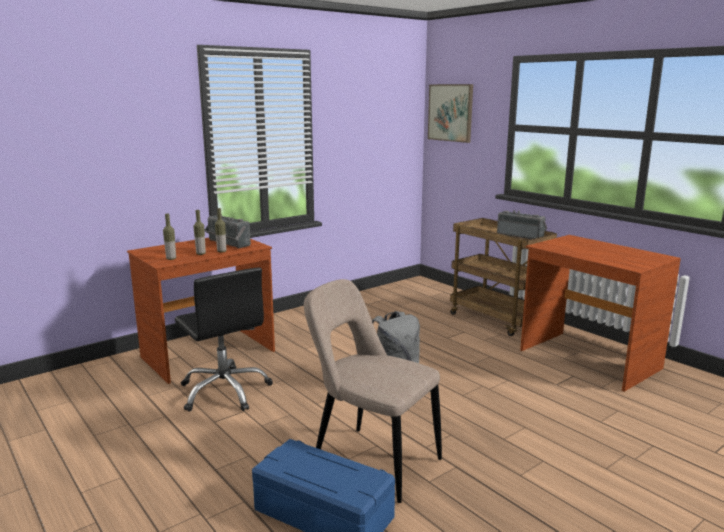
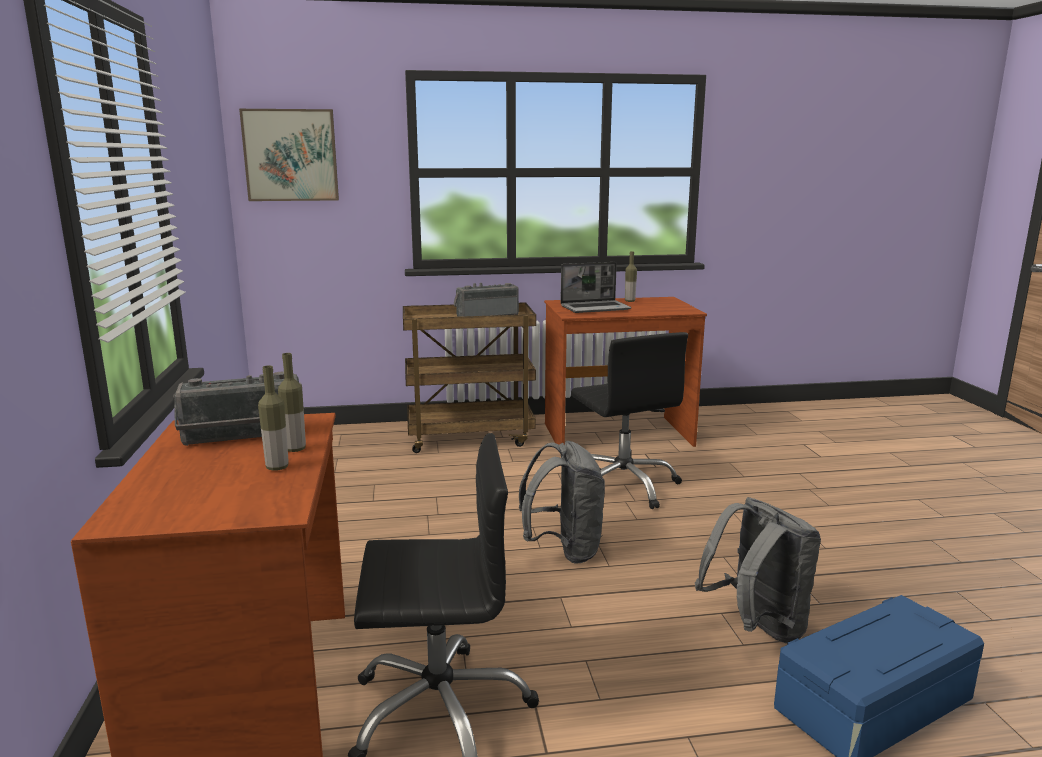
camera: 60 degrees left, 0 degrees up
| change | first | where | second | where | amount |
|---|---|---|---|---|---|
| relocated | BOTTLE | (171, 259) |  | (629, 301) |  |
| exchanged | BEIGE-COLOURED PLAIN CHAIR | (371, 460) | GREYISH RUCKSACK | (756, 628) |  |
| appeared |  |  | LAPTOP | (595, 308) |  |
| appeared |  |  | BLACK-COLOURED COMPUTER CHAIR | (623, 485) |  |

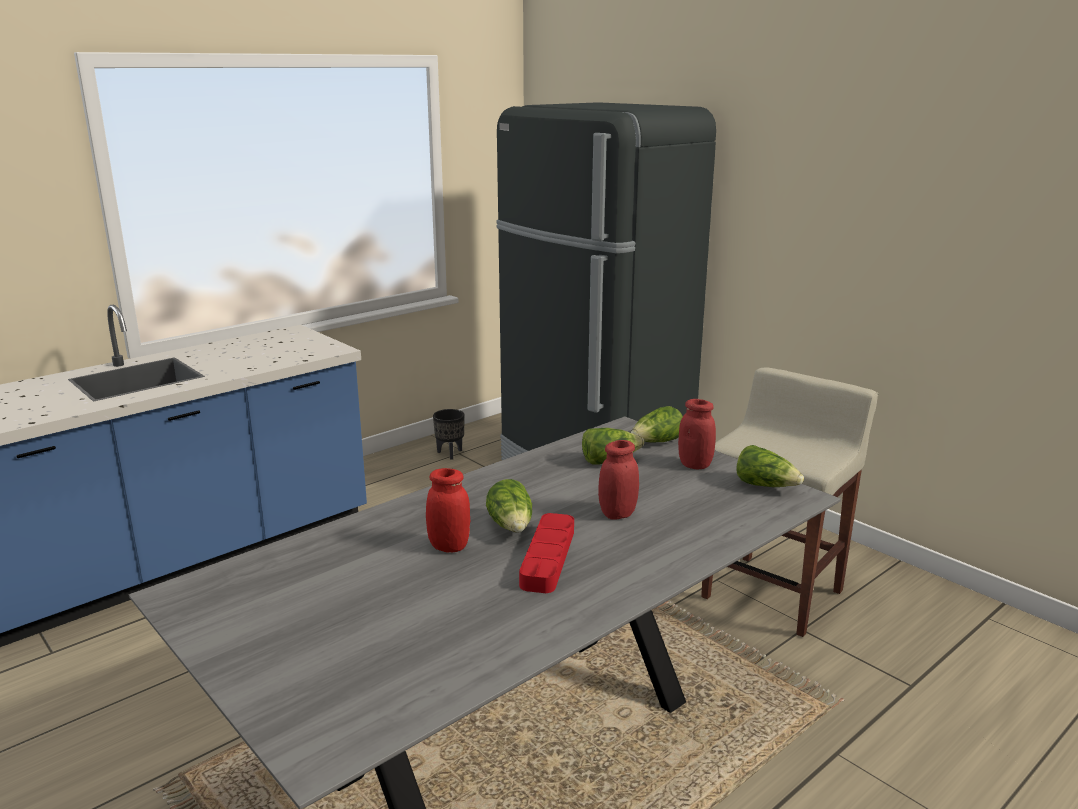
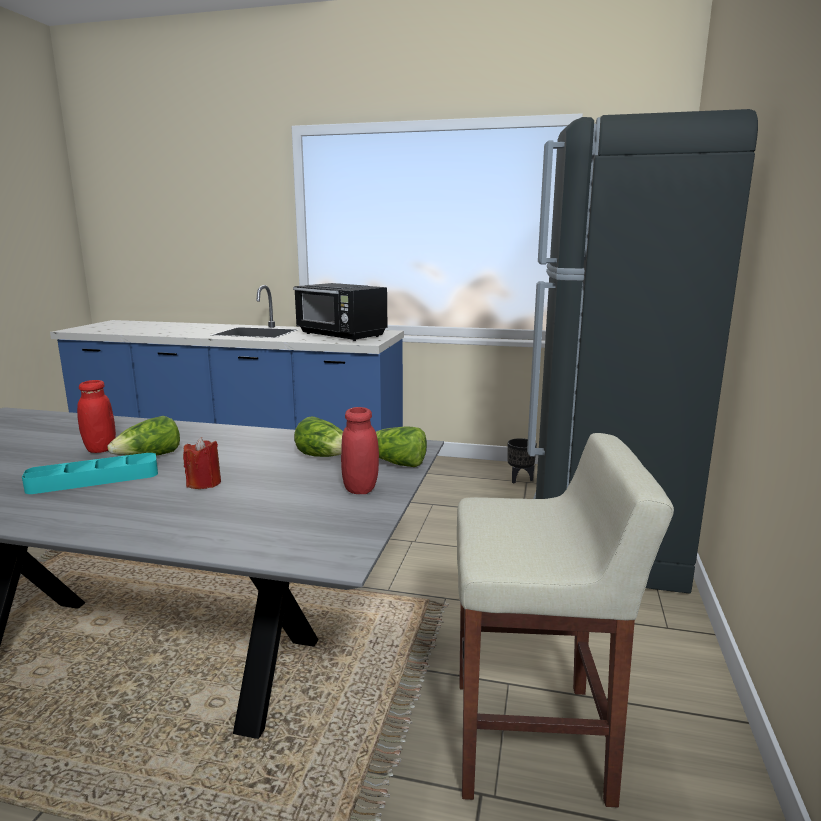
camera: 55 degrees right, 5 degrees down
| change | first | where | second | where | amount |
|---|---|---|---|---|---|
| colour | RED-COLOURED CARRYING TRAY | (548, 558) | TURQUOISE-COLOURED CARRYING TRAY | (94, 479) |  |
| exchanged | RED-COLOURED PRESERVE JAR | (618, 514) | RED-COLOURED CANDLE | (204, 483) |  |
| missing | LETTUCE | (766, 486) |  |  |  |
| appeared |  |  | BLACK-COLOURED MICROWAVE | (341, 335) |  |

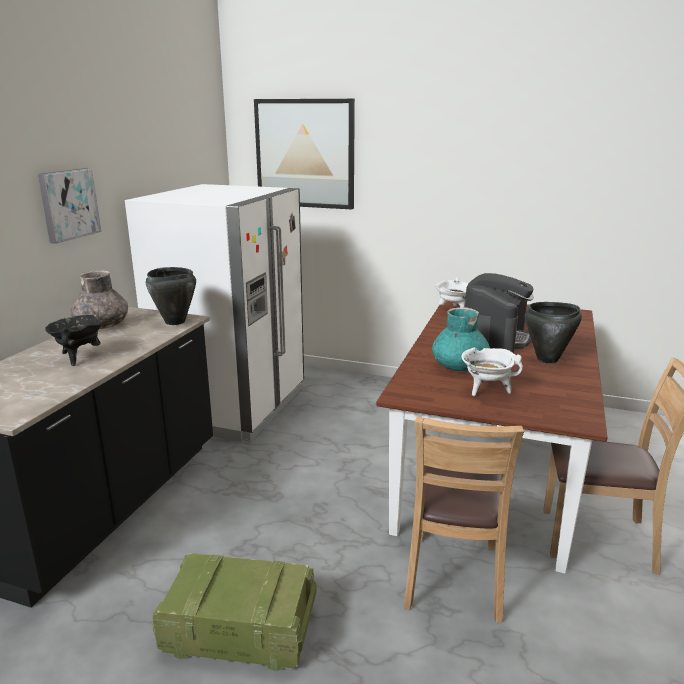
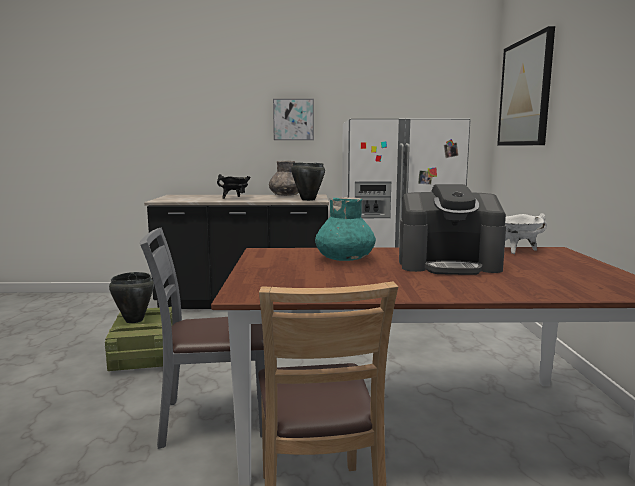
camera: 70 degrees right, 10 degrees down
| change | first | where | second | where | amount |
|---|---|---|---|---|---|
| colour | BROWN-COLOURED PLAIN CHAIR | (453, 577) | GREYISH PLAIN CHAIR | (213, 419) |  |
| missing | WHITE-COLOURED COOKING POT | (487, 390) |  |  |  |
| relocated | BLACK-COLOURED COOKING POT | (548, 359) |  | (134, 320) |  |

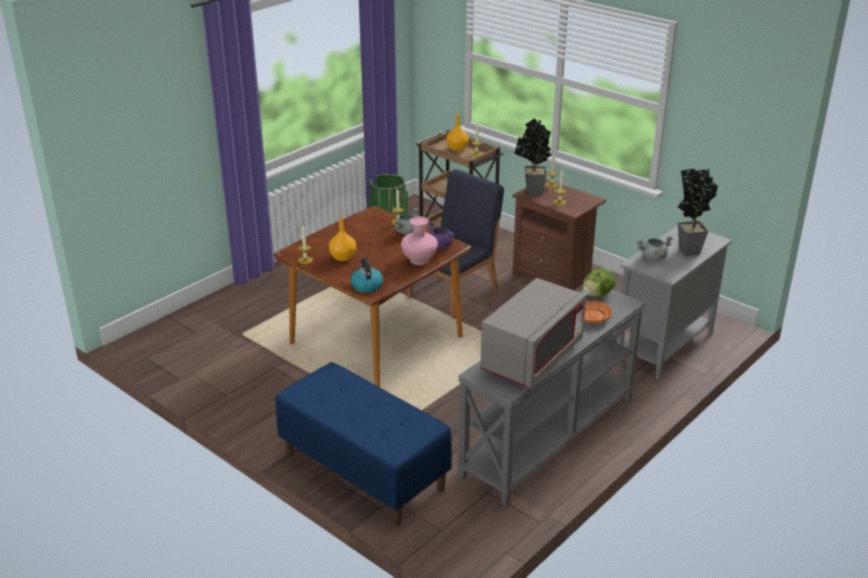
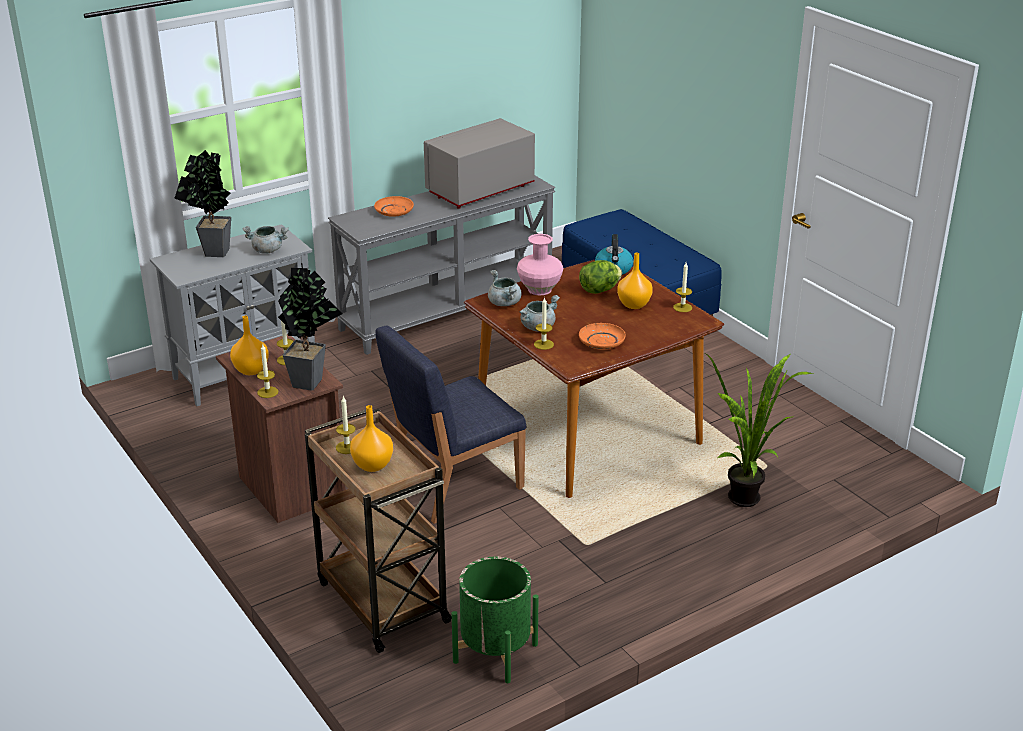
camera: 165 degrees left, 0 degrees up
| change | first | where | second | where | amount |
|---|---|---|---|---|---|
| colour | PURPLISH COOKING POT | (440, 246) | GREYISH COOKING POT | (505, 303) |  |
| relocated | LETTUCE | (597, 295) |  | (599, 290) |  |
| appeared |  |  | ORANGEY FLOWER VASE | (251, 370) |  |
| appeared |  |  | ORANGEY DINNER PLATE | (601, 342) |  |
| appeared |  |  | POTTED PLANT | (747, 503) |  |

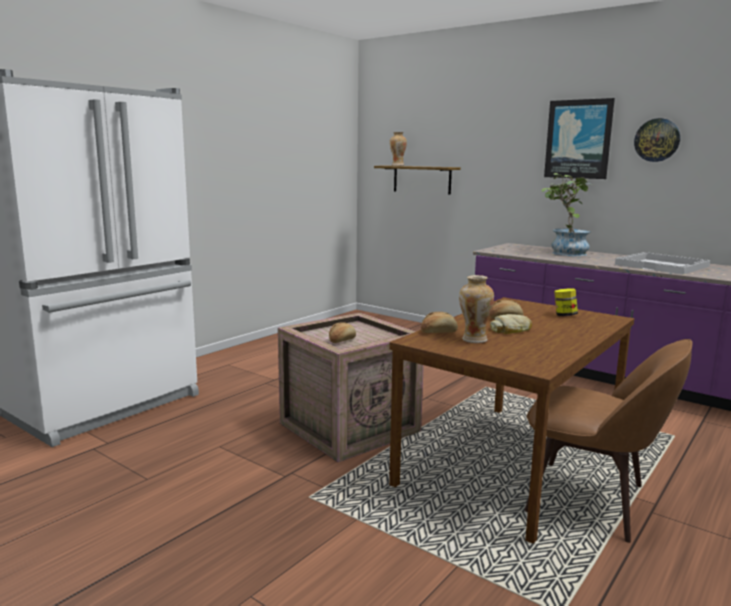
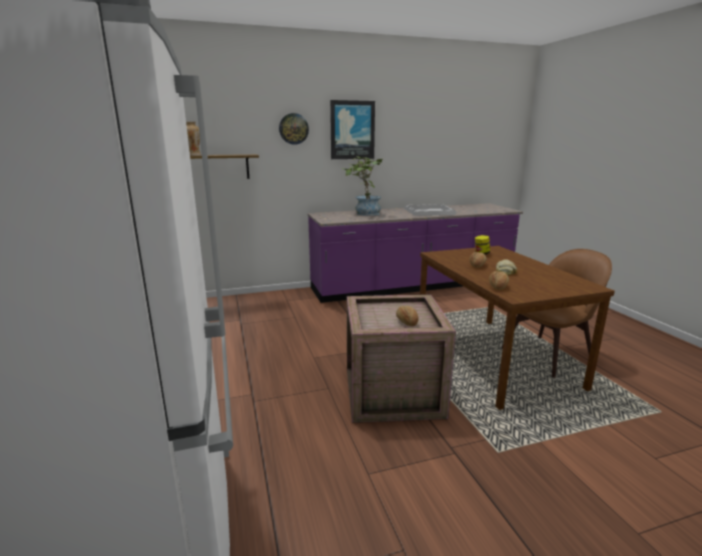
camera: 55 degrees left, 5 degrees up
| change | first | where | second | where | amount |
|---|---|---|---|---|---|
| missing | FLOWER VASE | (473, 339) |  |  |  |
| relocated | HANGING CLOCK | (657, 140) |  | (293, 129) |  |

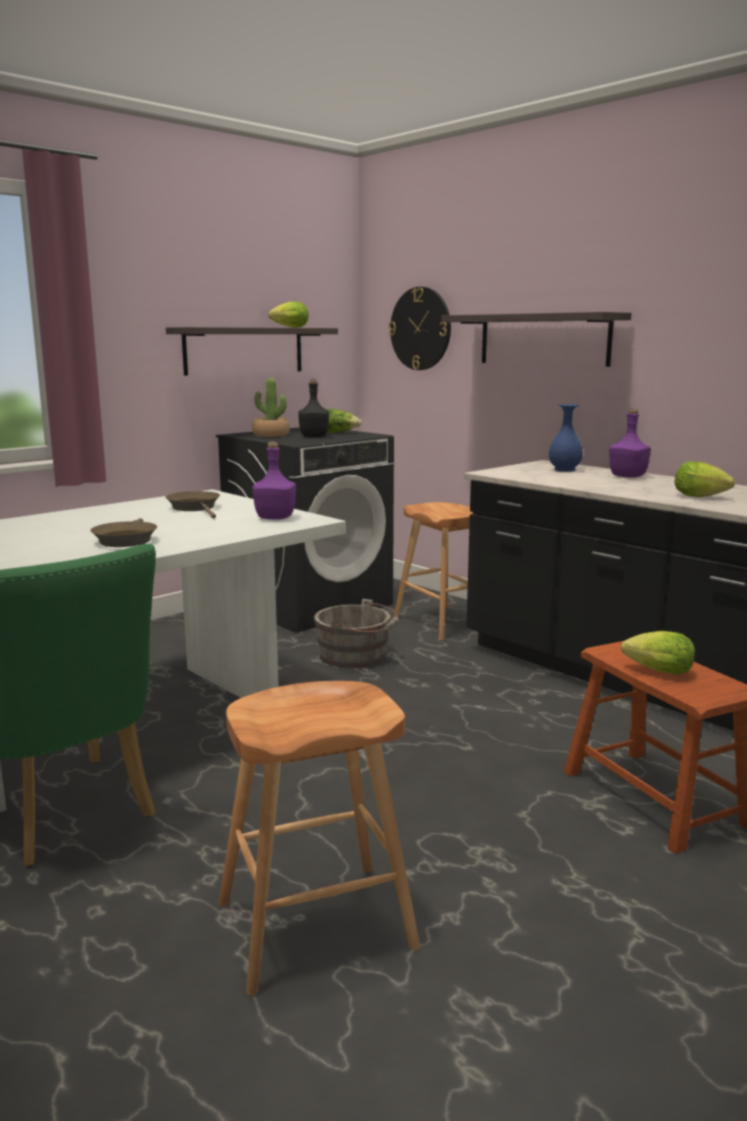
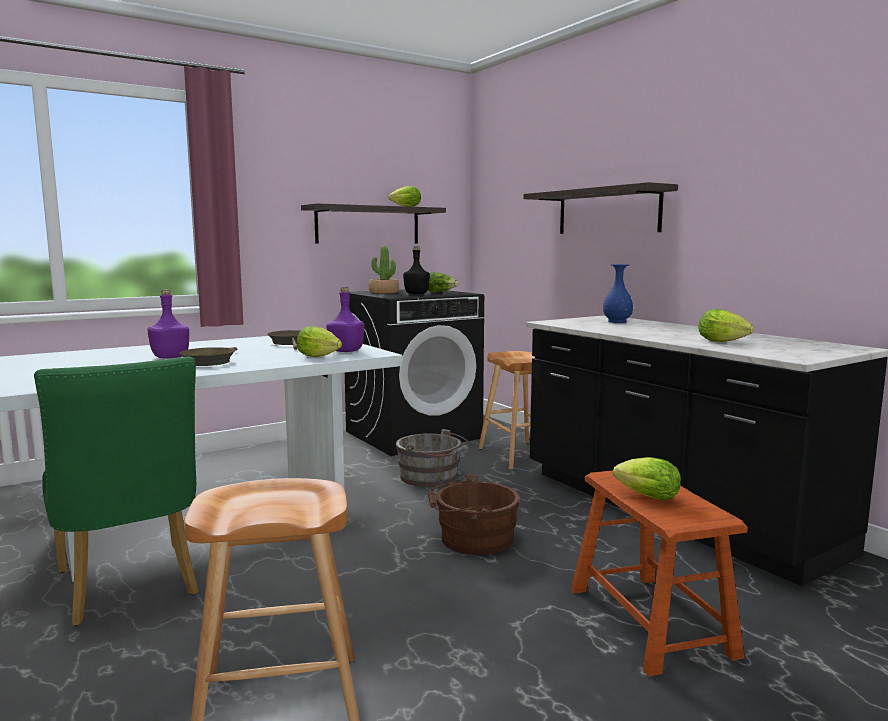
camera: 10 degrees right, 5 degrees down
| change | first | where | second | where | amount |
|---|---|---|---|---|---|
| missing | HANGING CLOCK | (420, 329) |  |  |  |
| relocated | PURPLISH BOTTLE | (627, 476) |  | (169, 357) |  |
| appeared |  |  | LETTUCE | (320, 357) |  |
| appeared |  |  | BROWN-COLOURED BUCKET | (472, 539) |  |

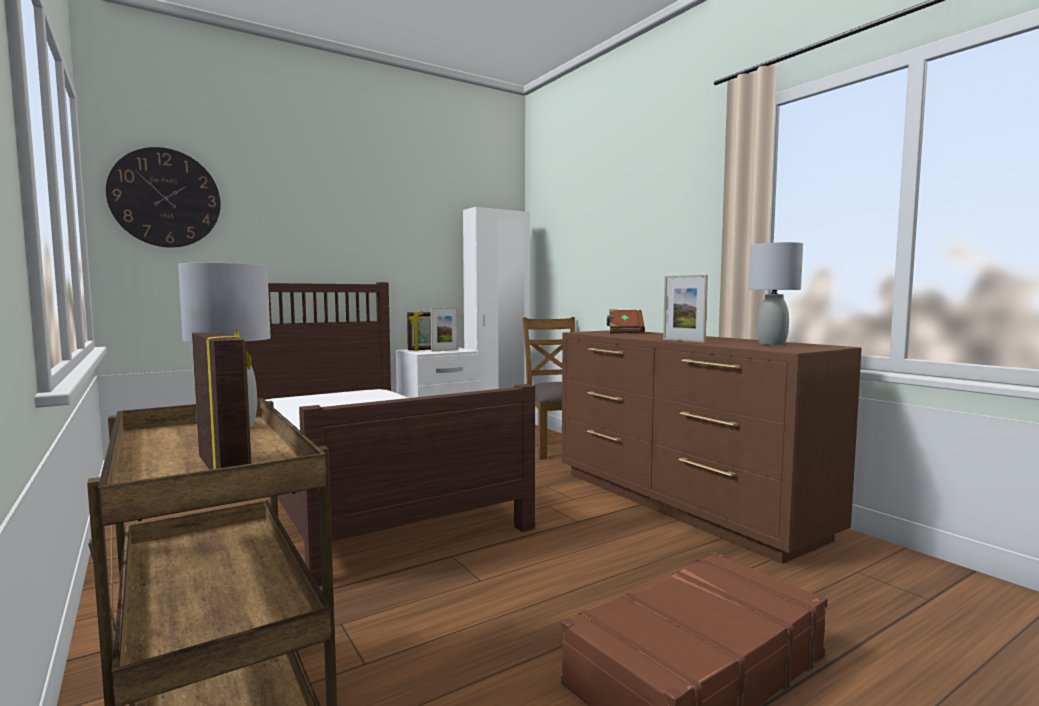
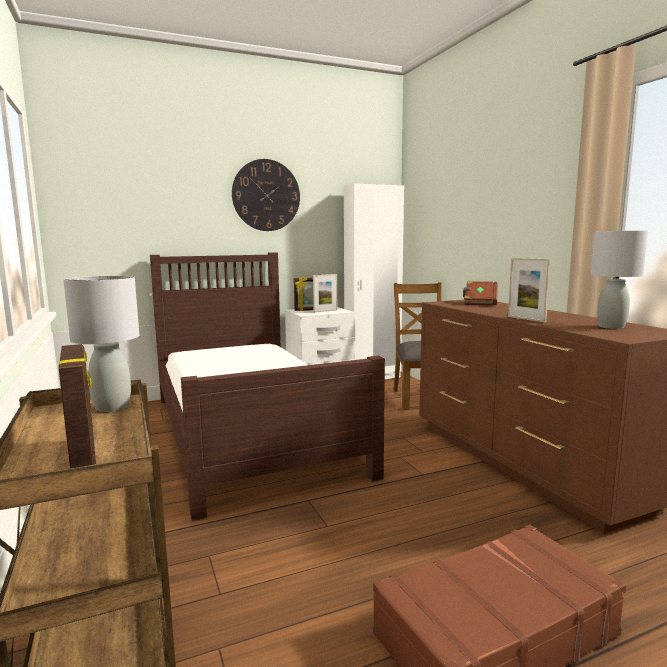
camera: 10 degrees right, 5 degrees up
| change | first | where | second | where | amount |
|---|---|---|---|---|---|
| relocated | HANGING CLOCK | (165, 198) |  | (266, 195) |  |

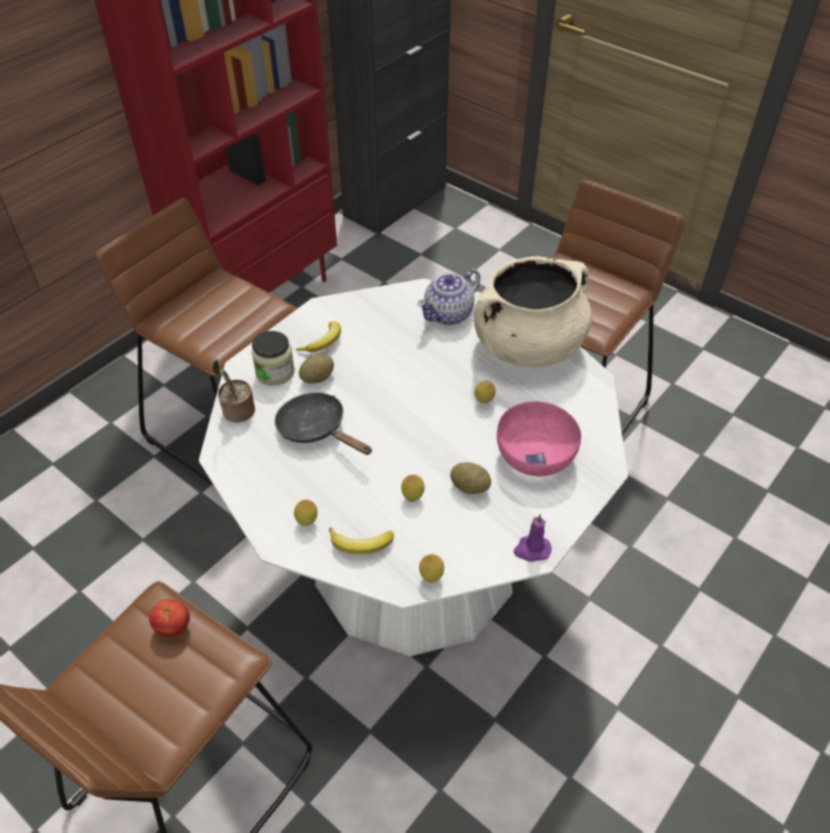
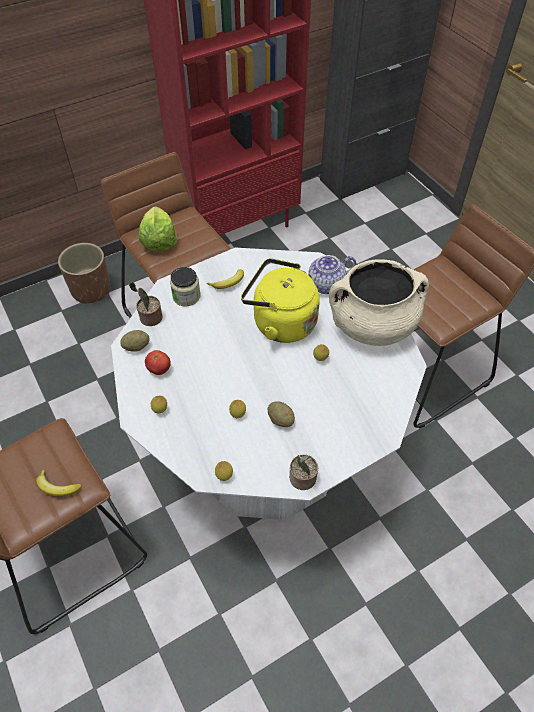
camera: 20 degrees right, 5 degrees up
| change | first | where | second | where | amount |
|---|---|---|---|---|---|
| relocated | TOMATO | (173, 626) |  | (159, 369) |  |
| missing | BLACK-COLOURED FRYING PAN | (317, 429) |  |  |  |
| relocated | SPUD | (317, 378) |  | (136, 347) |  |
| relocated | BANANA FRUIT | (360, 545) |  | (57, 487) |  |
| missing | PINK DEEP DISH | (536, 456) |  |  |  |
| exchanged | PURPLISH CANDLE | (531, 549) | POTTED PLANT | (302, 479) |  |
| appeared |  |  | BROWN-COLOURED PLANT POT | (90, 290) |  |
| appeared |  |  | LETTUCE | (158, 240) |  |
| appeared |  |  | YELLOW-COLOURED WATER KETTLE | (280, 322) |  |

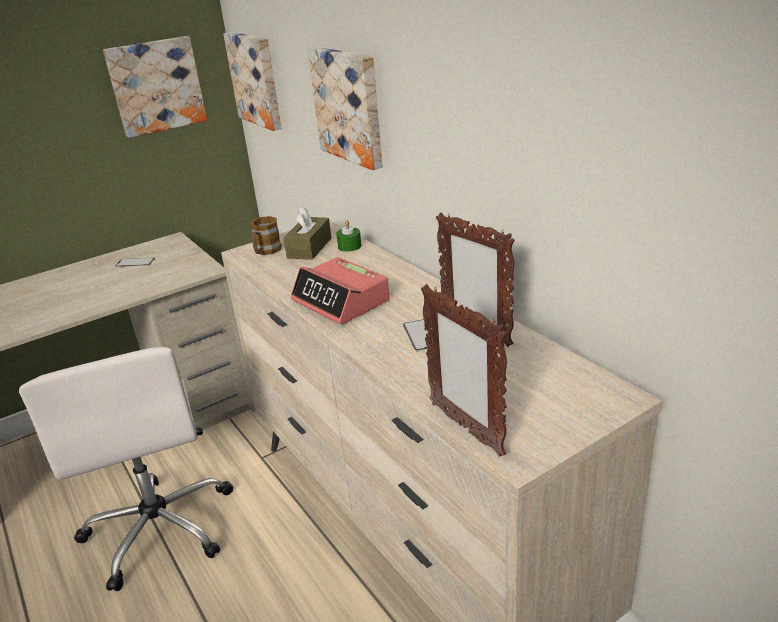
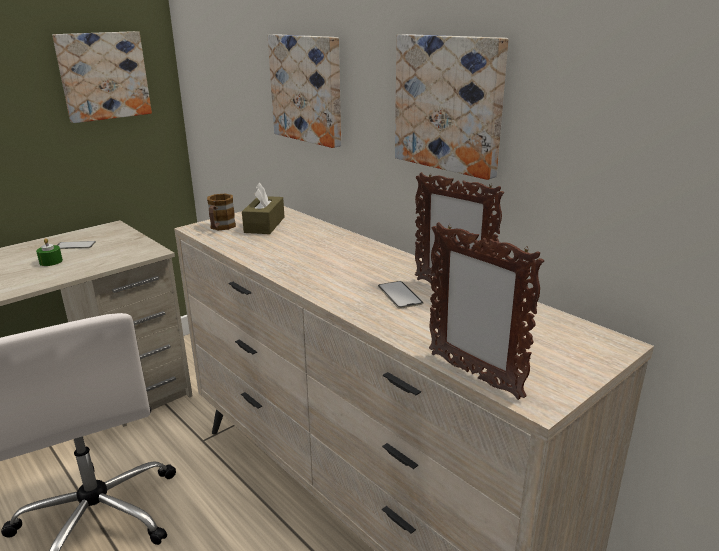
camera: 10 degrees left, 5 degrees down
| change | first | where | second | where | amount |
|---|---|---|---|---|---|
| relocated | WALL PICTURE | (256, 79) |  | (450, 103) |  |
| missing | BEDSIDE CLOCK | (341, 301) |  |  |  |
| relocated | GREEN CANDLE | (349, 246) |  | (51, 262) |  |

